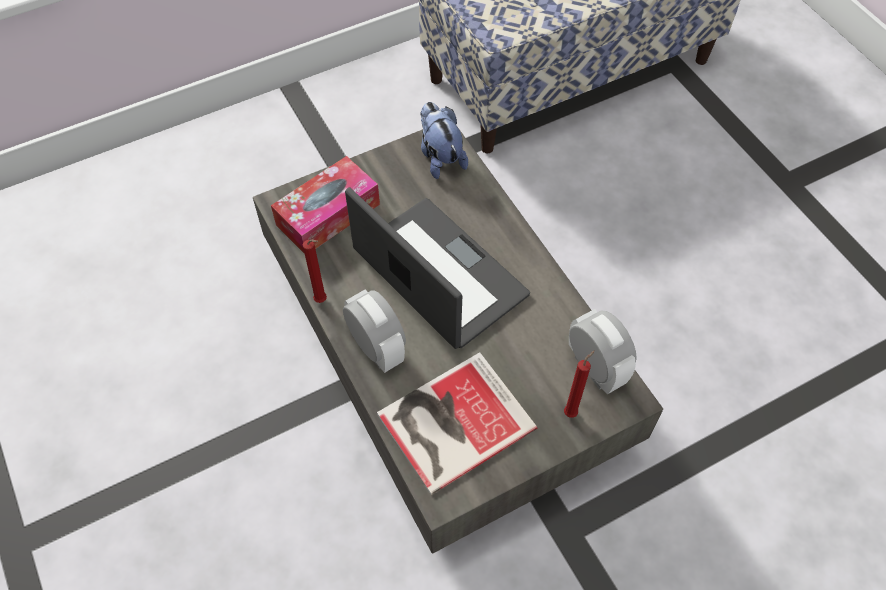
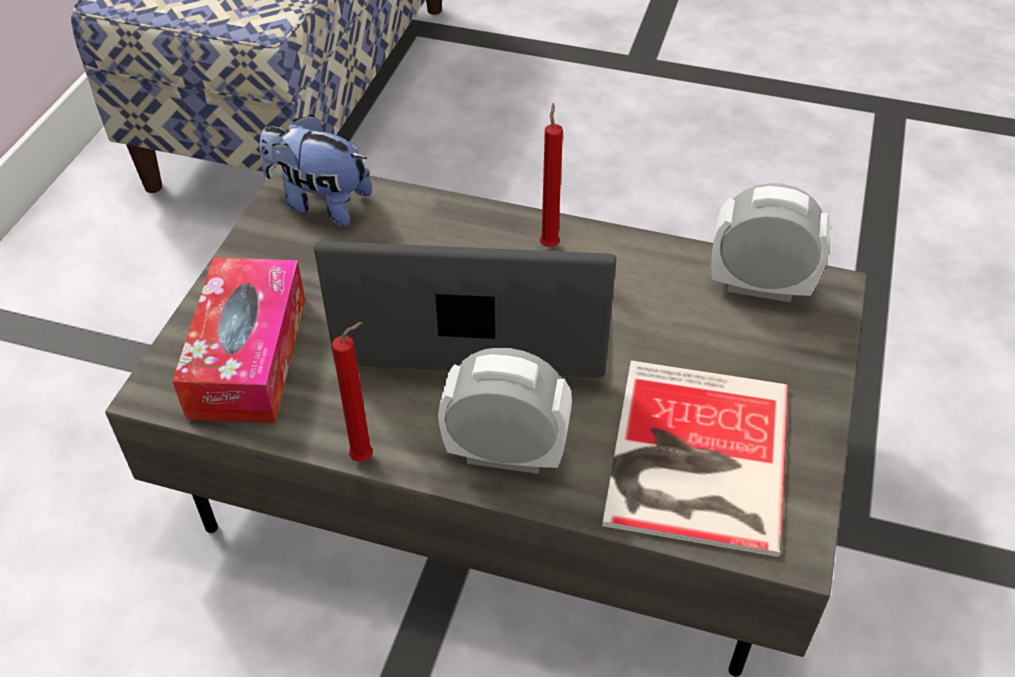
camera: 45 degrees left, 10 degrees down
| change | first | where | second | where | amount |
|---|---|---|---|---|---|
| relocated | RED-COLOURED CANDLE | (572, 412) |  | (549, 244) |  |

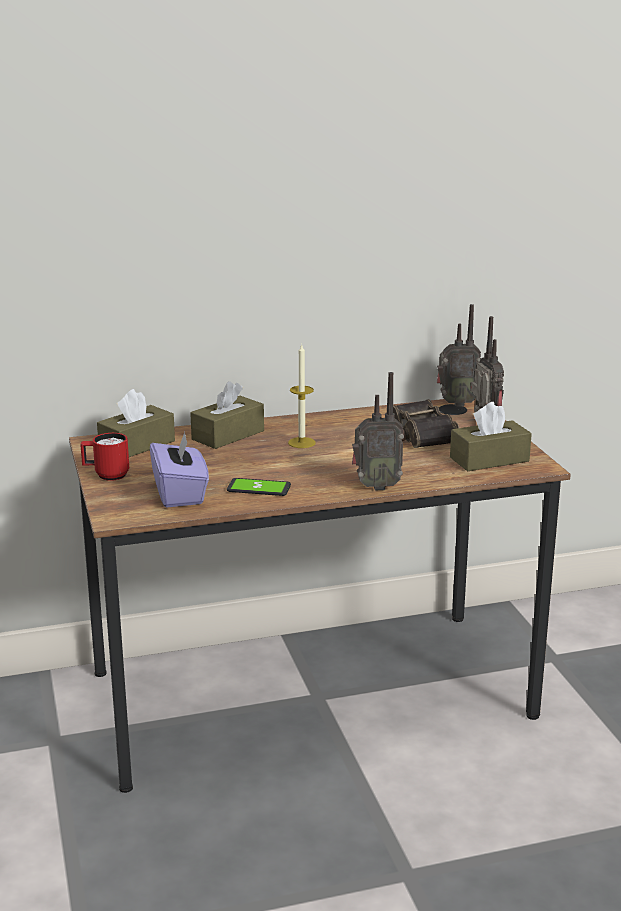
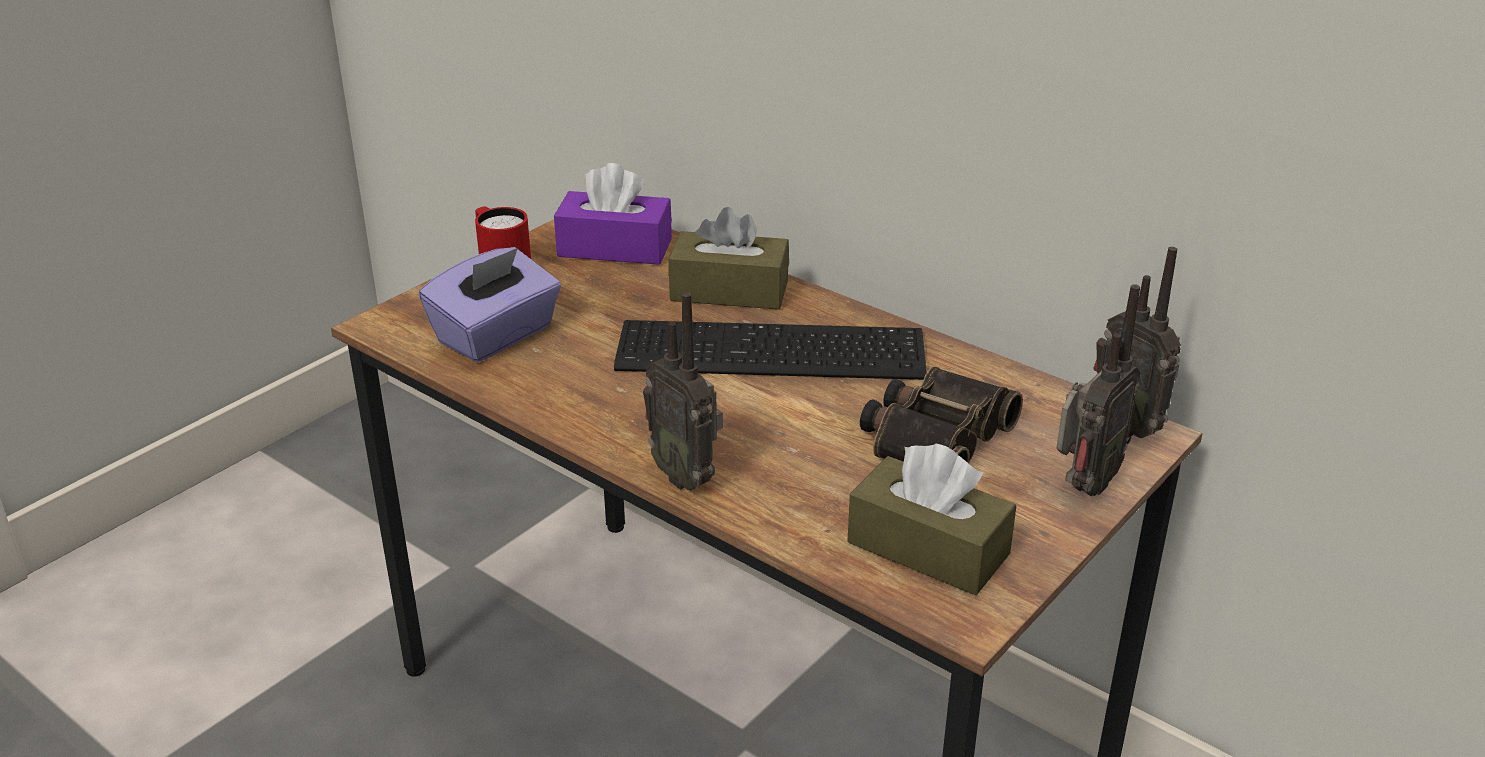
camera: 55 degrees right, 10 degrees up
| change | first | where | second | where | amount |
|---|---|---|---|---|---|
| colour | BROWN-COLOURED TISSUE BOX | (137, 445) | PURPLISH TISSUE BOX | (615, 248) |  |
| missing | TELEPHONE | (259, 488) |  |  |  |
| exchanged | CANDLE | (301, 442) | COMPUTER KEYBOARD | (774, 354) |  |

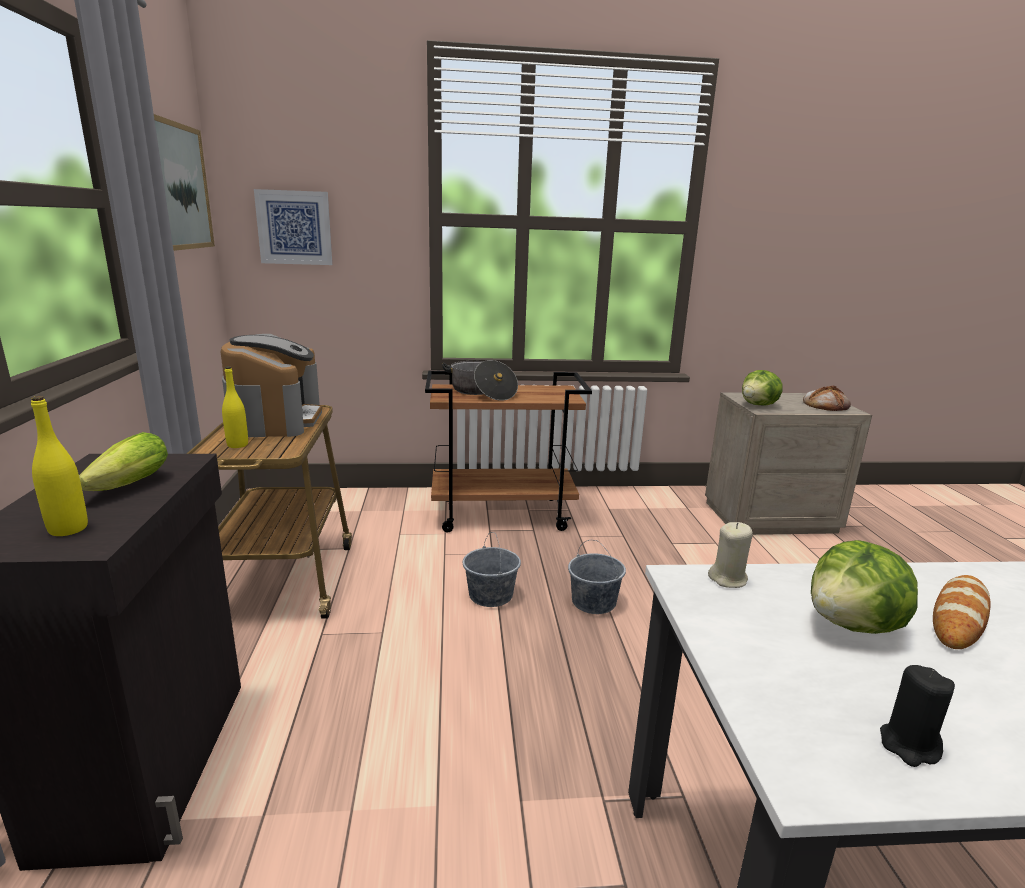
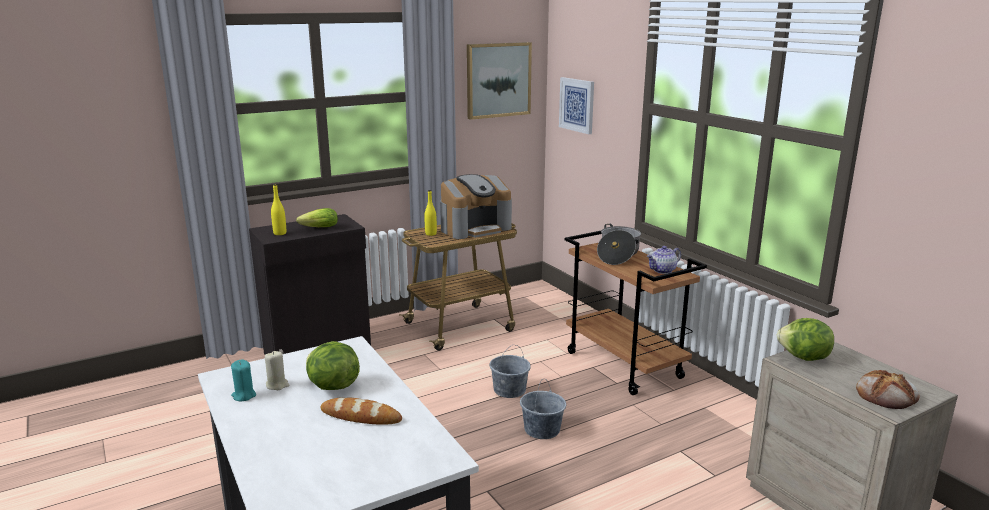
camera: 65 degrees right, 0 degrees up
| change | first | where | second | where | amount |
|---|---|---|---|---|---|
| relocated | BEIGE-COLOURED CANDLE | (728, 579) |  | (277, 385) |  |
| colour | BLACK-COLOURED CANDLE | (909, 745) | TURQUOISE-COLOURED CANDLE | (244, 396) |  |
| appeared |  |  | TEAPOT | (662, 270) |  |

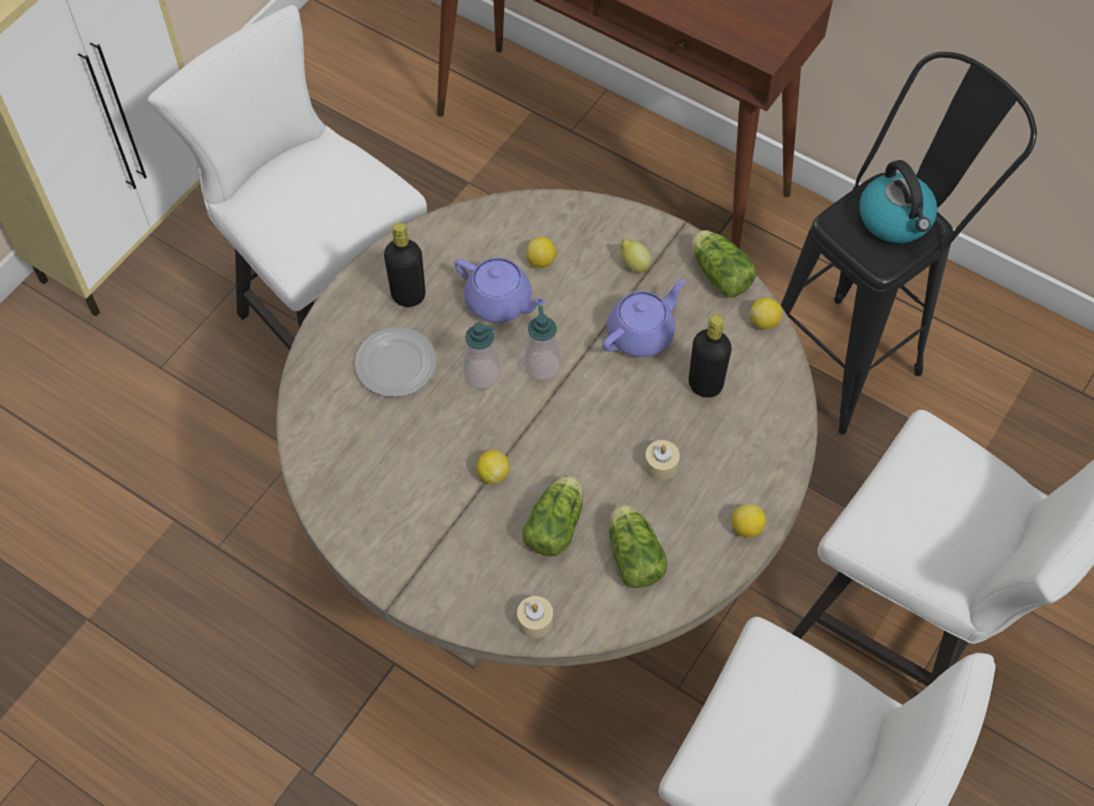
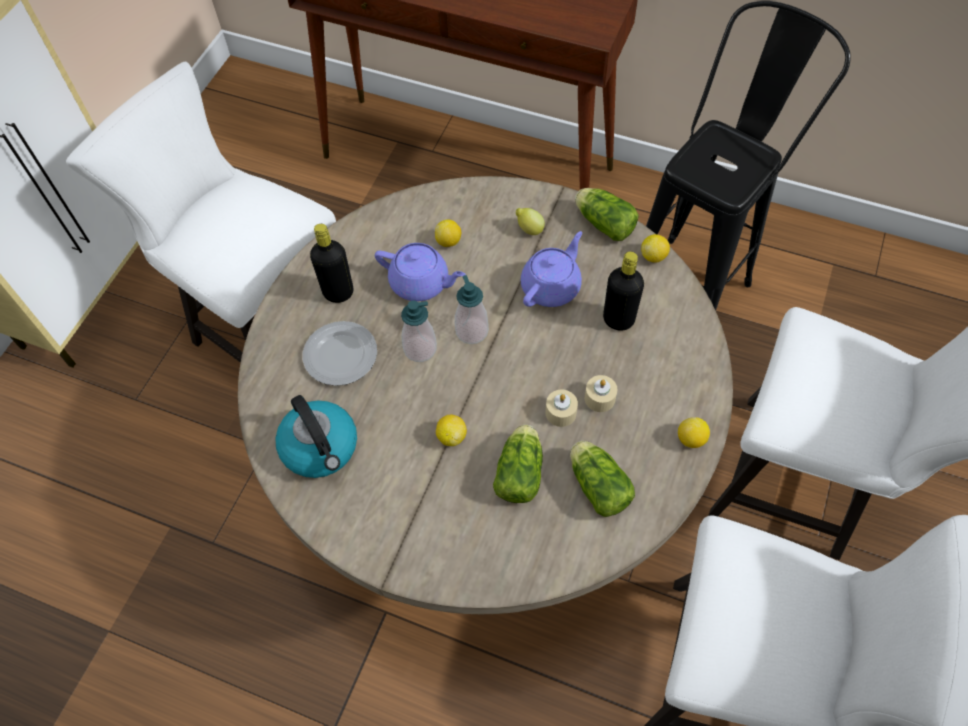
camera: 10 degrees left, 0 degrees up
| change | first | where | second | where | amount |
|---|---|---|---|---|---|
| relocated | BEIGE-COLOURED CANDLE | (535, 621) |  | (560, 412) |  |
| relocated | WATER KETTLE | (895, 220) |  | (321, 448) |  |

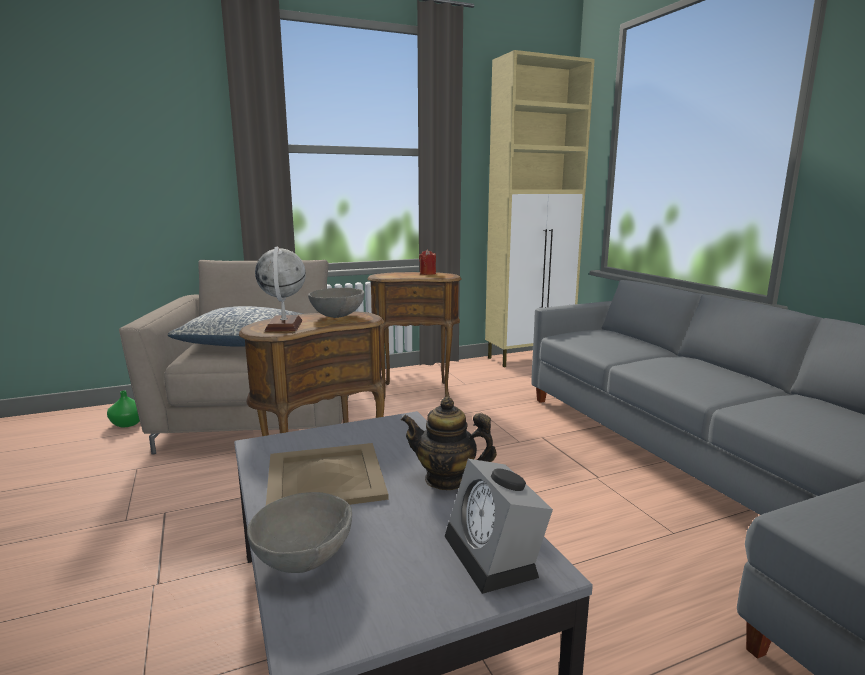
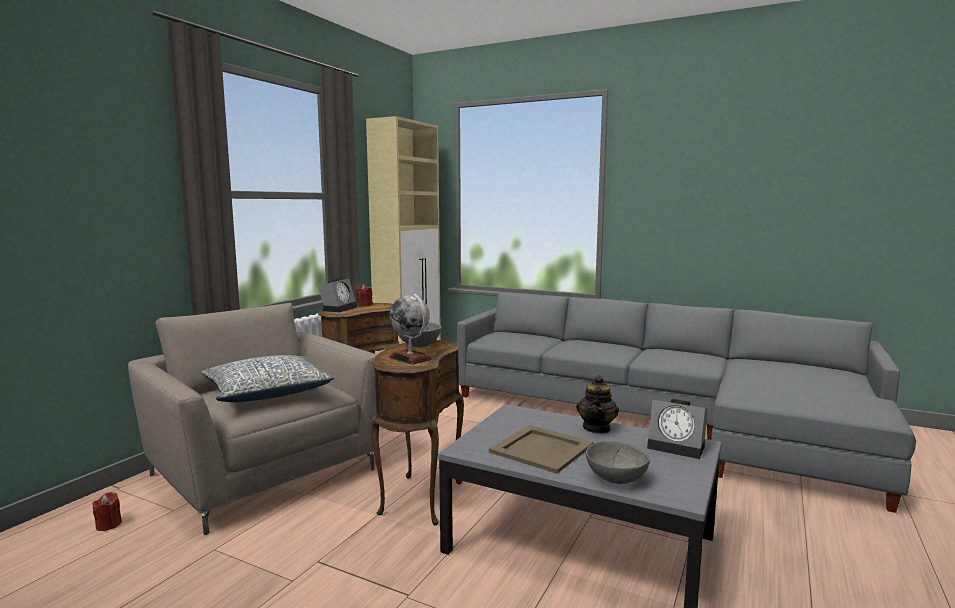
camera: 40 degrees left, 5 degrees down
| change | first | where | second | where | amount |
|---|---|---|---|---|---|
| exchanged | GREEN FLOWER VASE | (128, 423) | RED-COLOURED CANDLE | (109, 525) |  |
| spun | TEAPOT | (447, 479) |  | (597, 428) | 45 degrees counterclockwise |
| appeared |  |  | BEDSIDE CLOCK | (339, 308) |  |

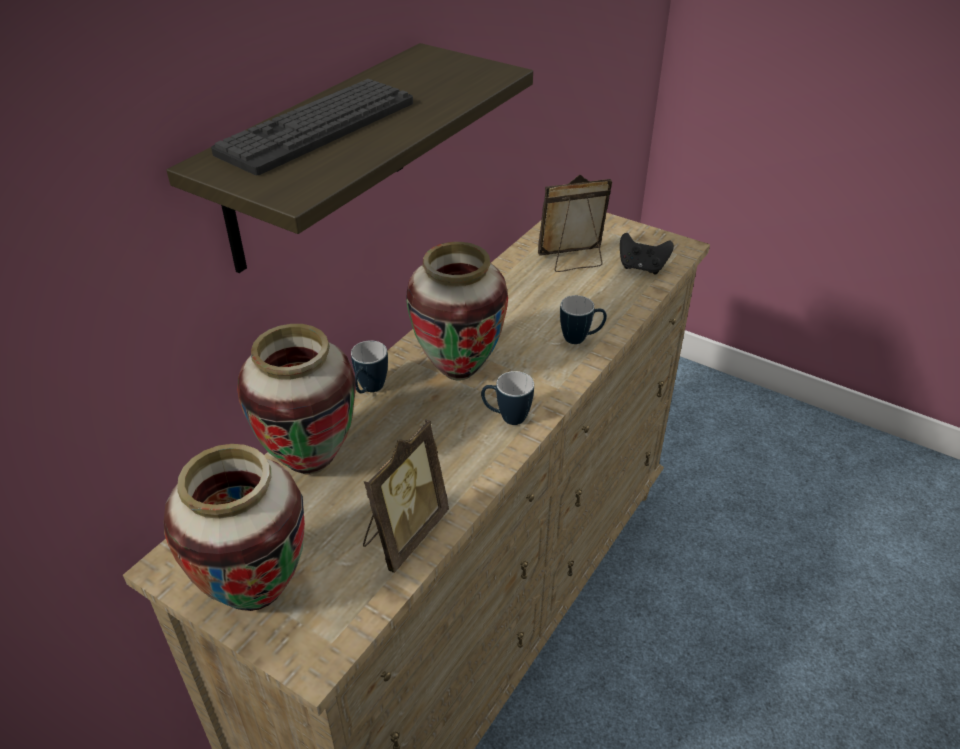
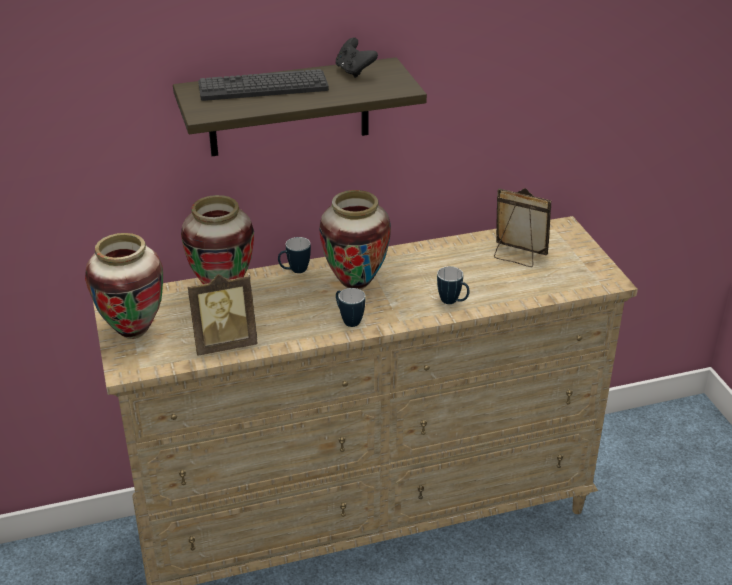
camera: 40 degrees right, 5 degrees down
| change | first | where | second | where | amount |
|---|---|---|---|---|---|
| relocated | BLACK-COLOURED JOYPAD | (642, 267) |  | (354, 71) |  |

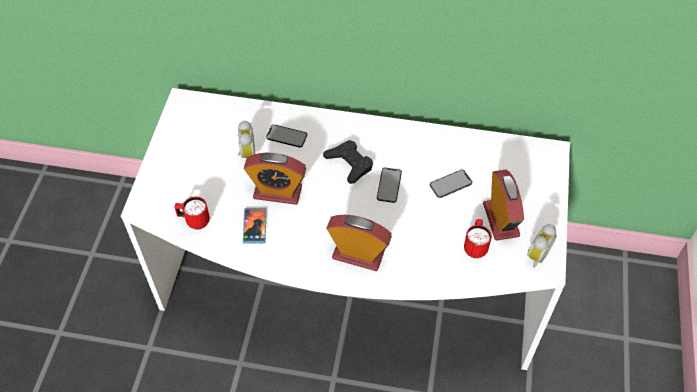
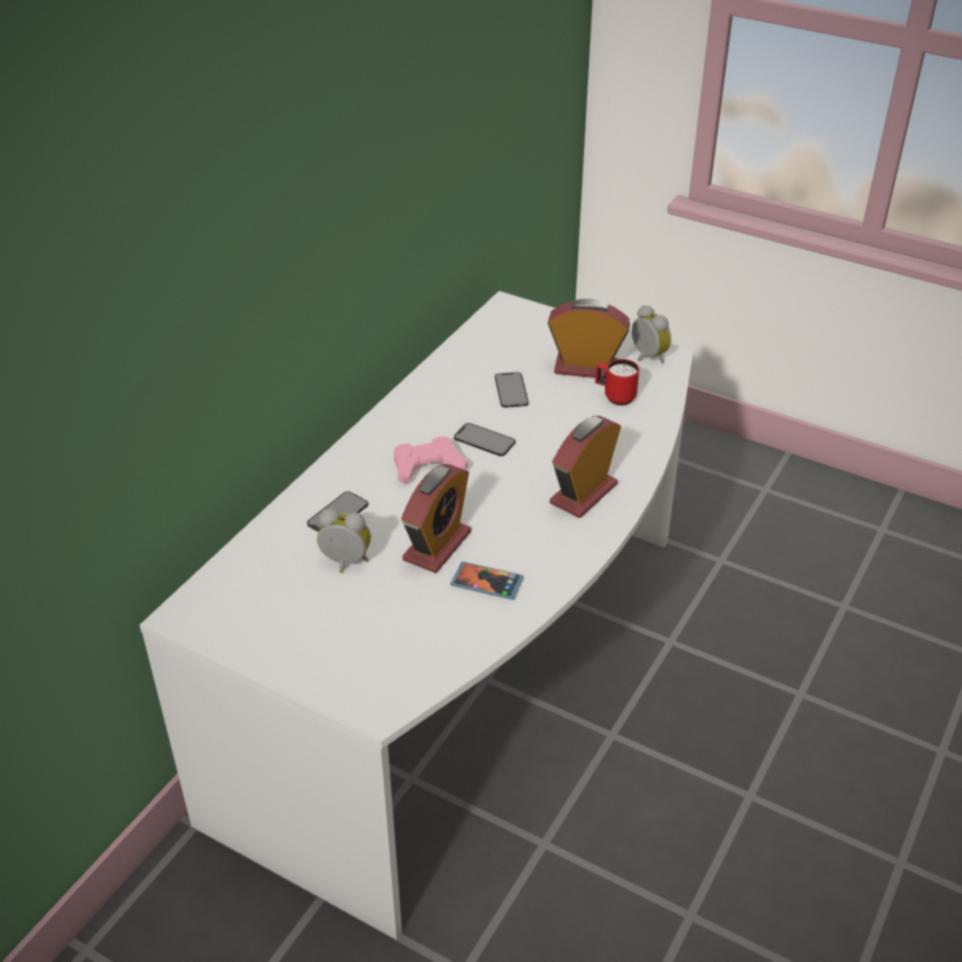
camera: 70 degrees left, 15 degrees down
| change | first | where | second | where | amount |
|---|---|---|---|---|---|
| missing | RED-COLOURED COFFEE MUG | (194, 221) |  |  |  |
| colour | BLACK-COLOURED JOYPAD | (349, 164) | PINK JOYPAD | (427, 465) |  |

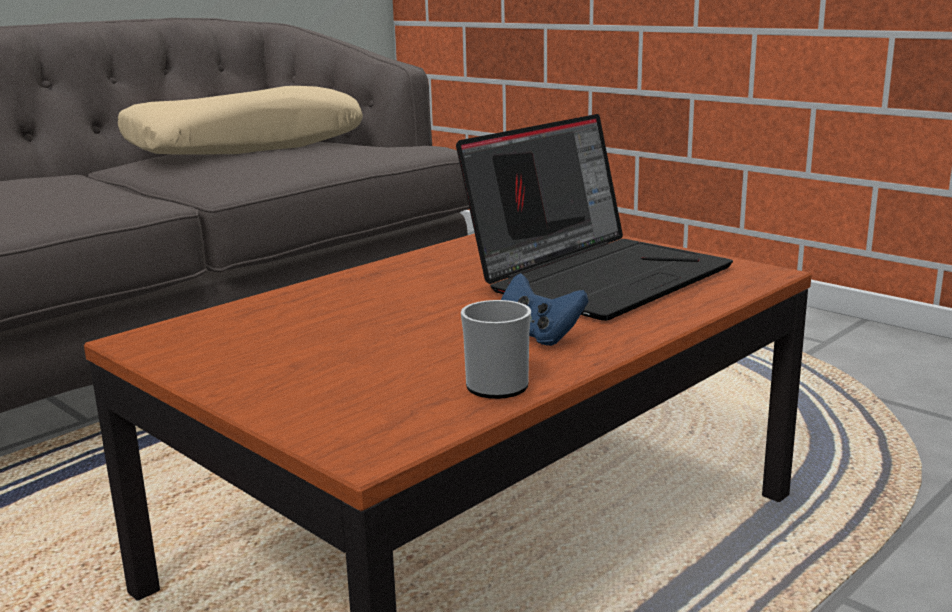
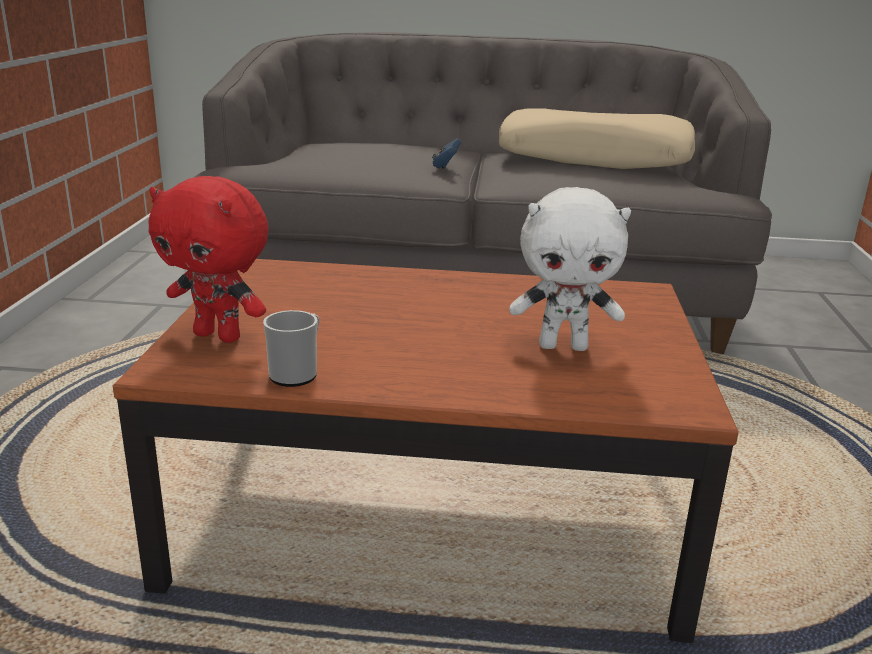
camera: 50 degrees right, 5 degrees up
| change | first | where | second | where | amount |
|---|---|---|---|---|---|
| exchanged | LAPTOP | (598, 276) | WHITE-COLOURED PLUSH TOY | (564, 346) |  |
| relocated | BLUE JOYPAD | (537, 335) |  | (446, 166) |  |
| appeared |  |  | RED-COLOURED PLUSH TOY | (219, 336) |  |

